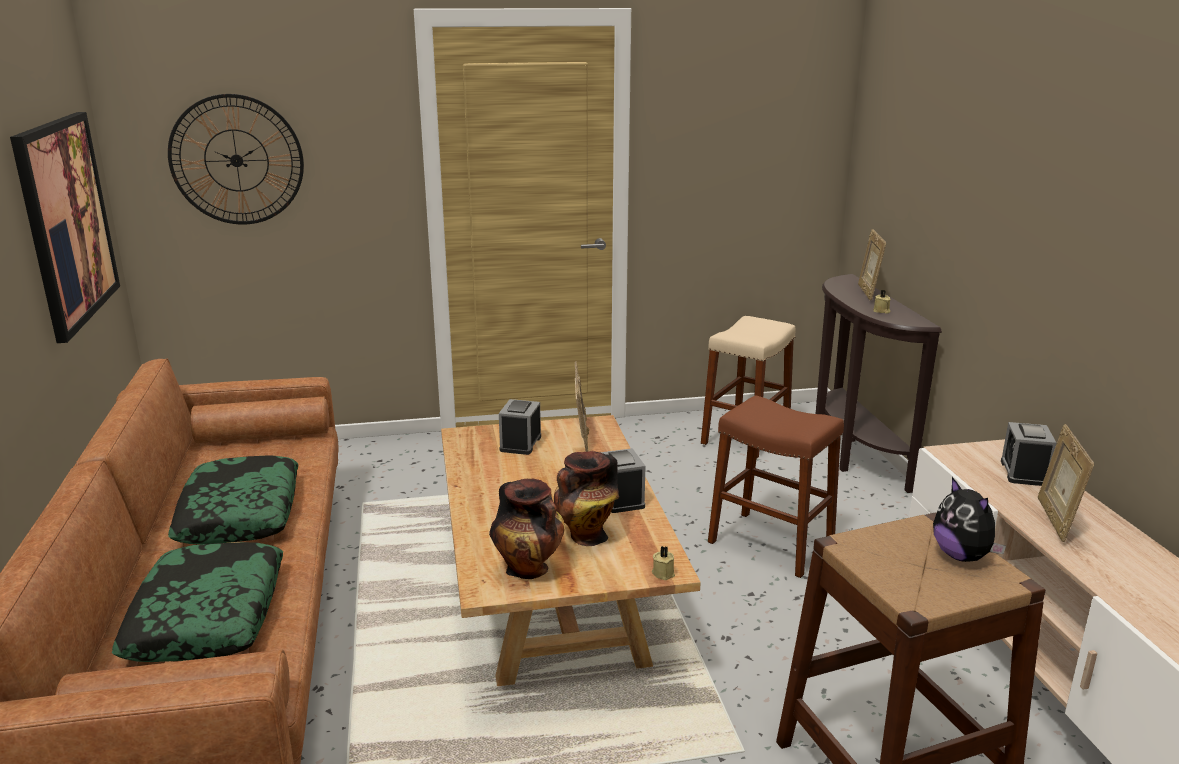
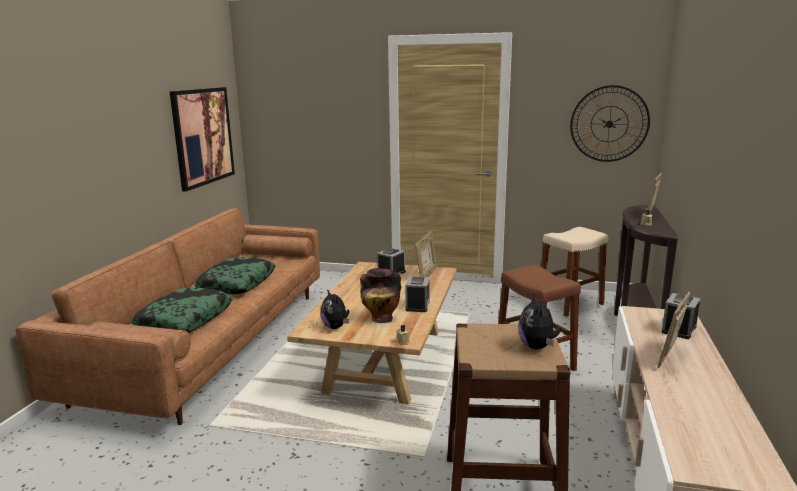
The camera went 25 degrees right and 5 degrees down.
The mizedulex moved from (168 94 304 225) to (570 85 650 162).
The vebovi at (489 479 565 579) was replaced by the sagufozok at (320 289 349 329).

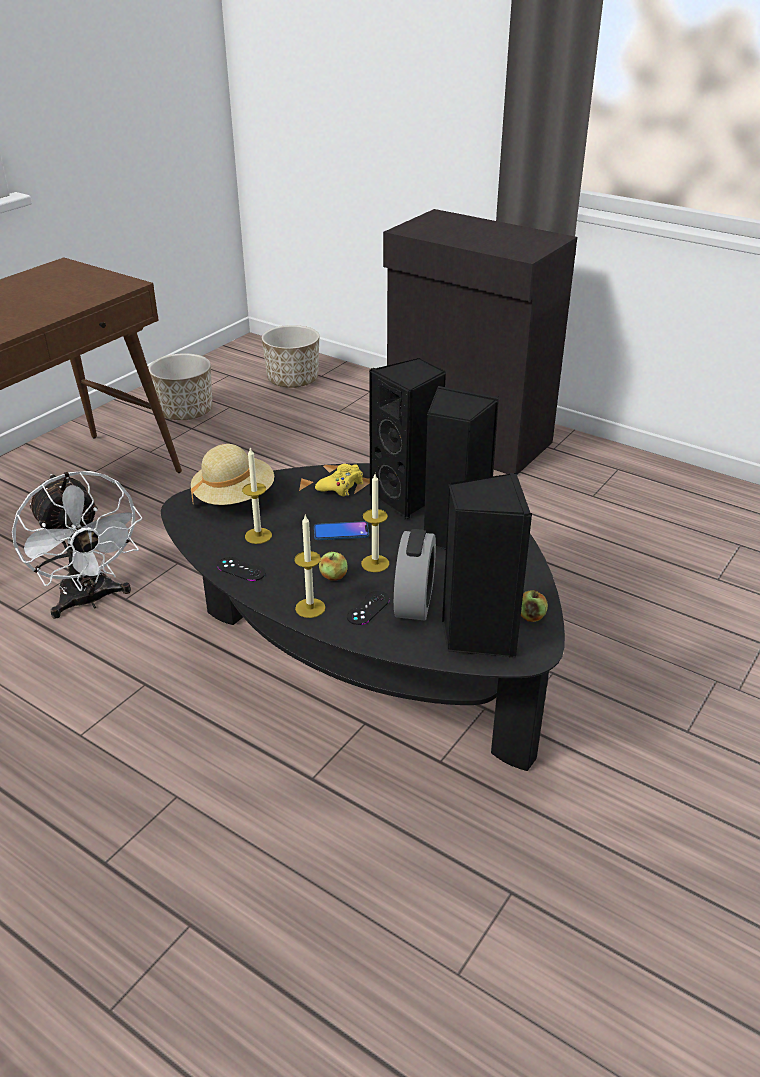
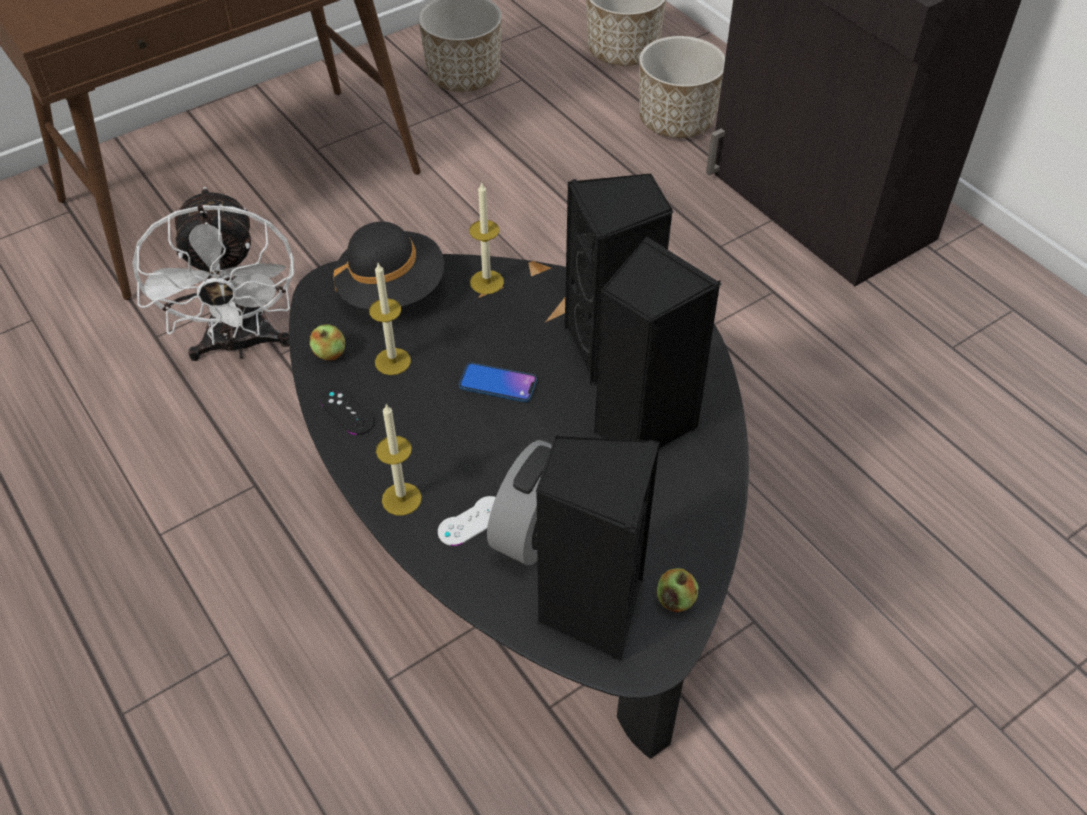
The camera went 20 degrees right and 15 degrees up.
The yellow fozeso at (315 464 363 496) disappeared.
The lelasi at (639 36 725 138) appeared.
The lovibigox moved from (319 551 348 581) to (310 324 345 360).
The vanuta moved from (361 474 390 572) to (469 183 504 294).
The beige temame at (191 444 274 505) became the black temame at (333 222 444 309).
The black fozeso at (347 591 390 625) became the white fozeso at (438 496 496 546).

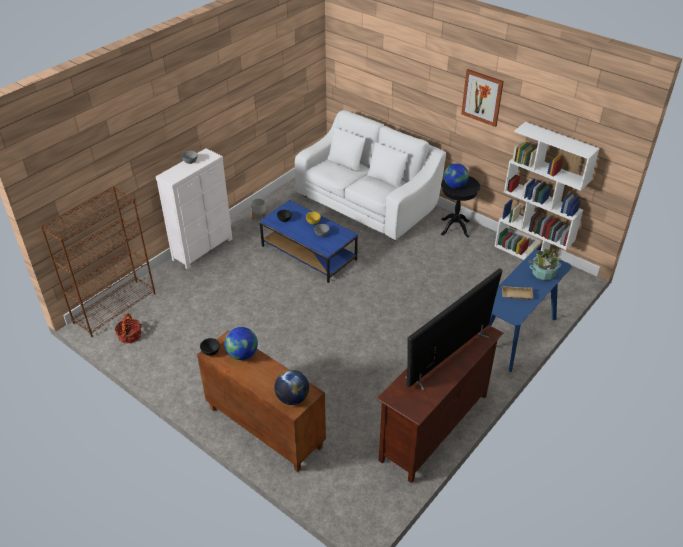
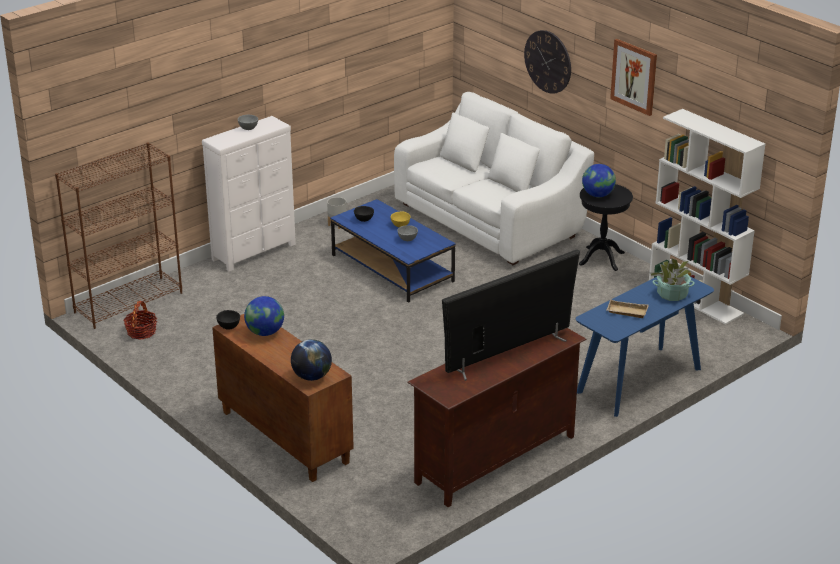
The camera went 10 degrees right and 10 degrees down.
The mizedulex at (524 30 571 94) appeared.

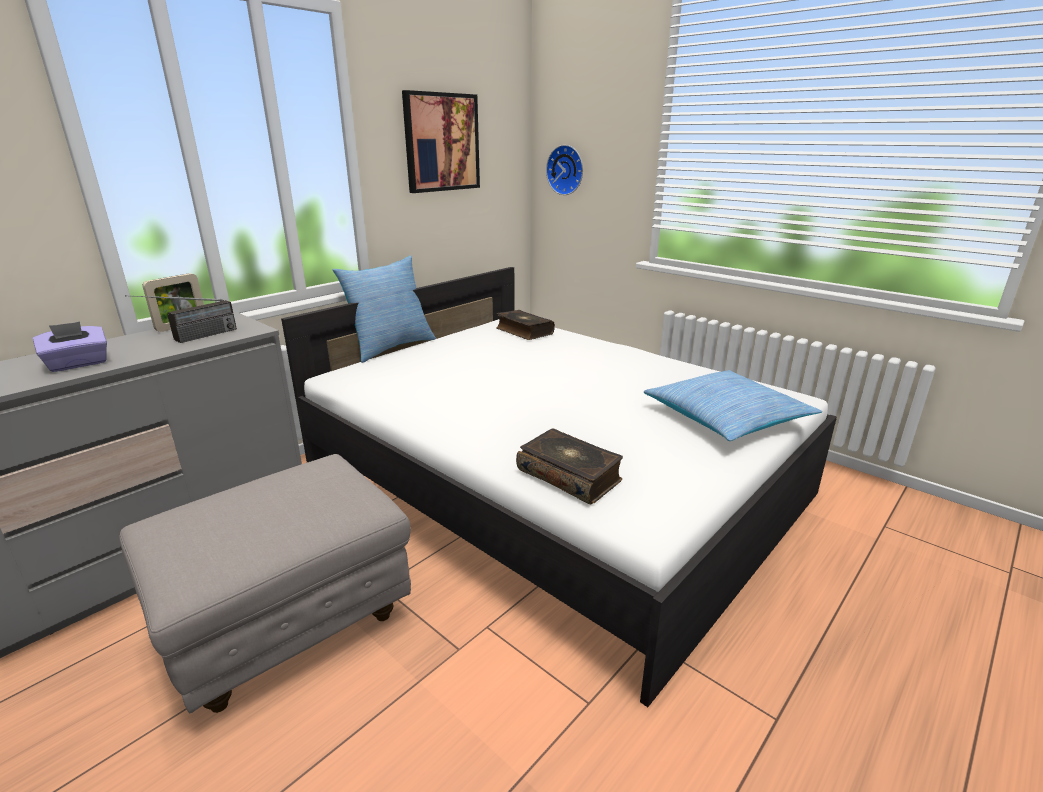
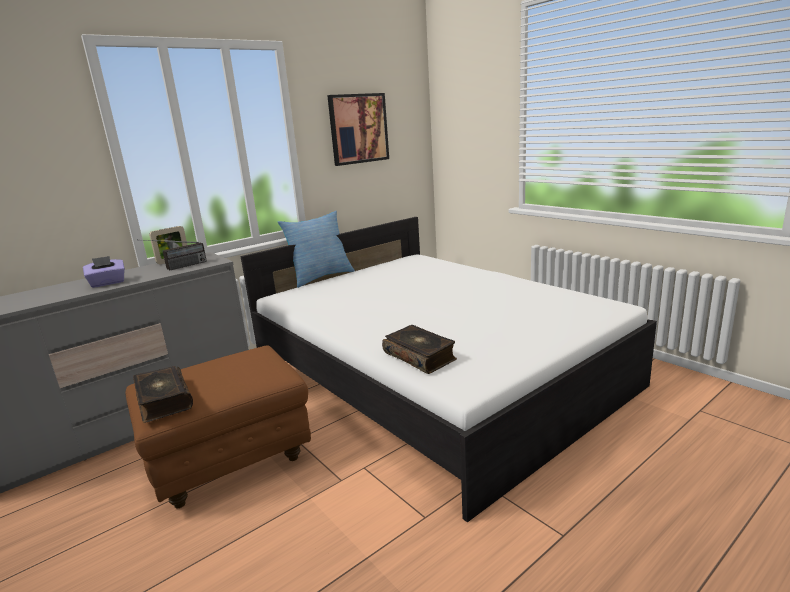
The camera went 10 degrees right and 5 degrees down.
The mizedulex at (546 145 583 195) disappeared.
The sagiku at (644 370 822 441) disappeared.
The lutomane moved from (496 310 555 340) to (133 366 193 423).
The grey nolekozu at (119 454 411 713) became the brown nolekozu at (126 345 311 508).

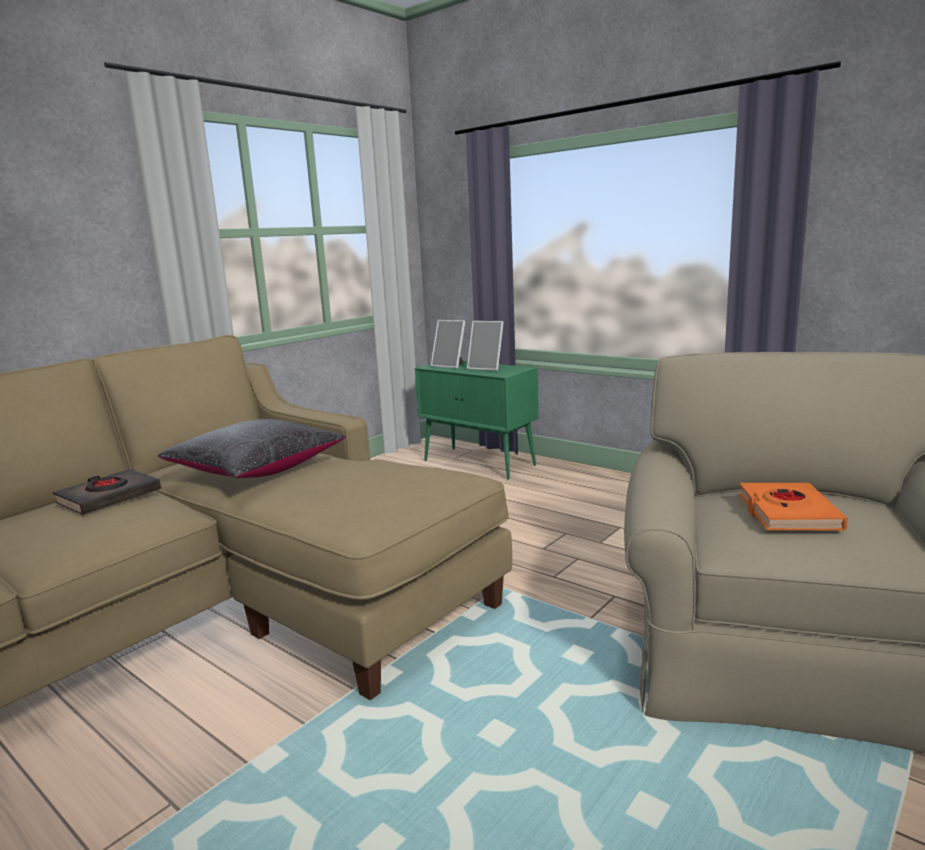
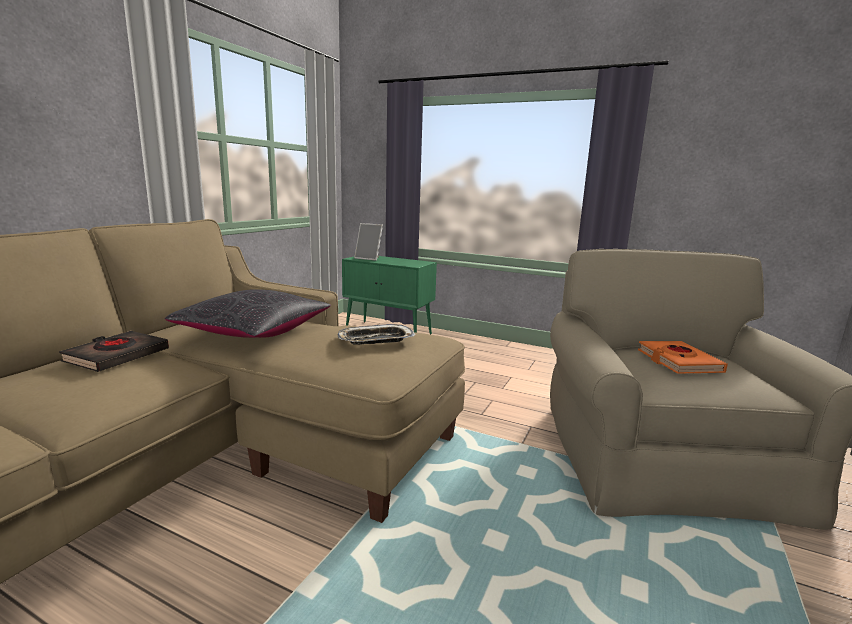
The camera went 15 degrees left and 0 degrees up.
The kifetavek at (467 321 504 371) disappeared.
The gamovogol at (338 324 416 345) appeared.

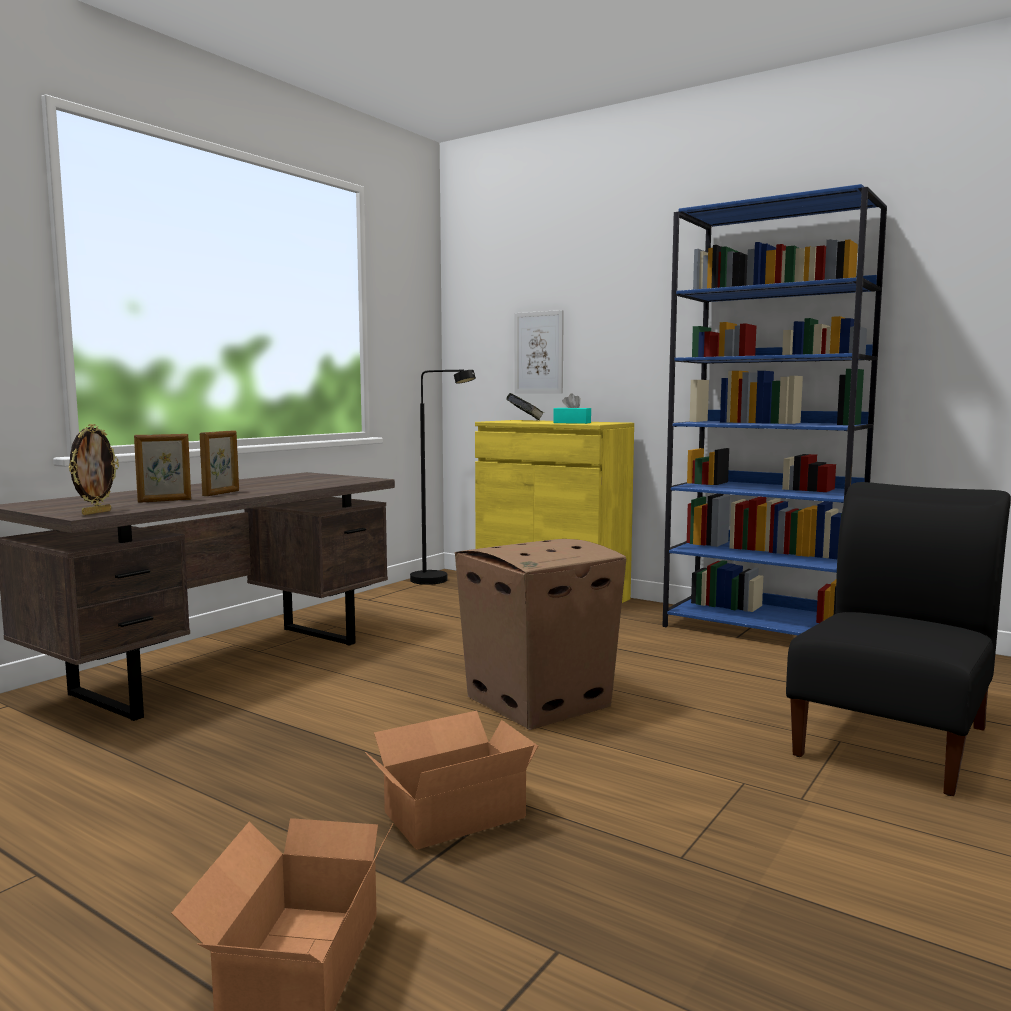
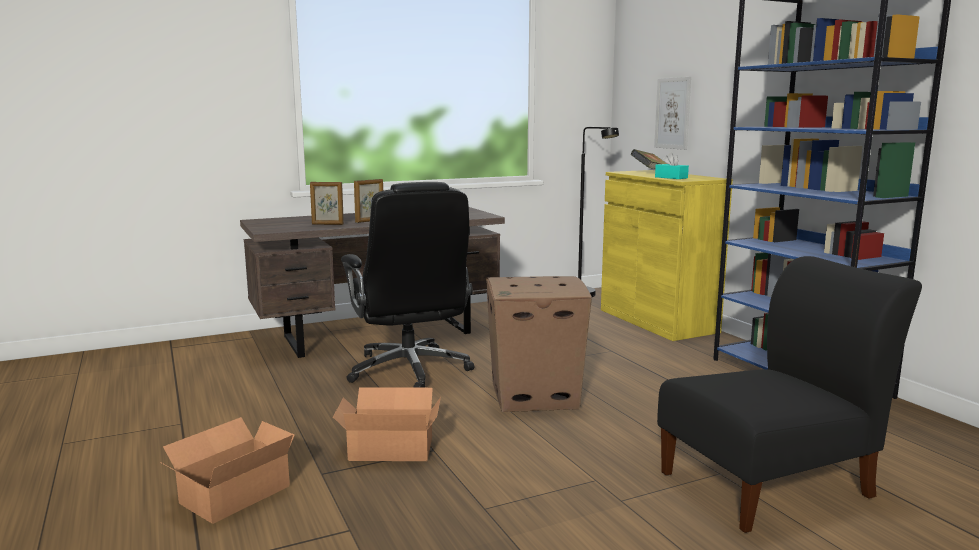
The camera went 30 degrees right and 5 degrees up.
The kifetavek at (68 424 119 515) disappeared.
The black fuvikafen at (341 182 474 388) appeared.

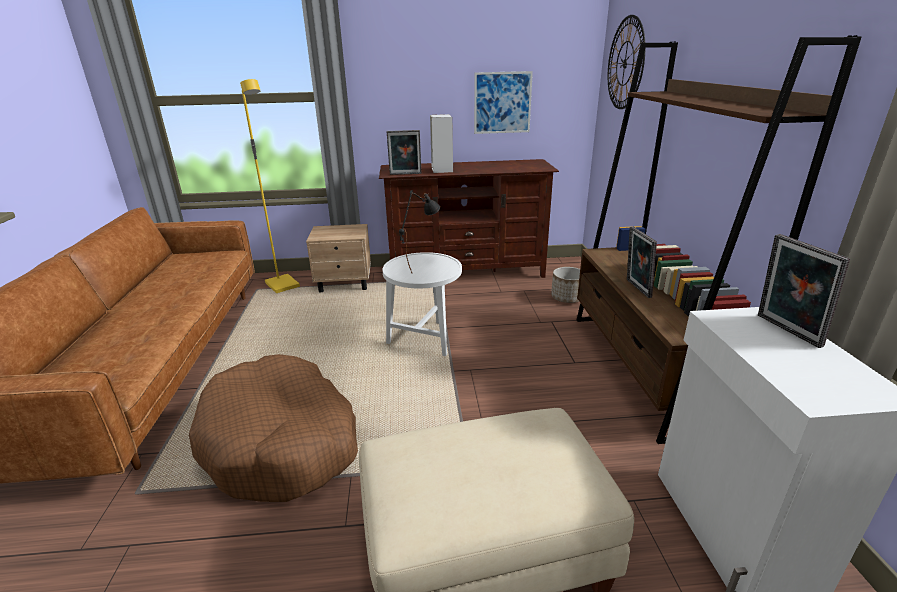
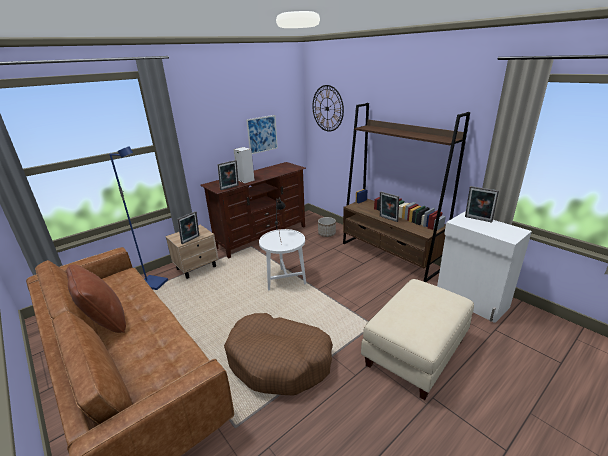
The camera went 35 degrees left and 0 degrees up.
The brown sagiku at (66 264 126 333) appeared.
The kifetavek at (177 211 199 244) appeared.
The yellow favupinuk at (240 79 300 293) became the blue favupinuk at (109 146 168 290).

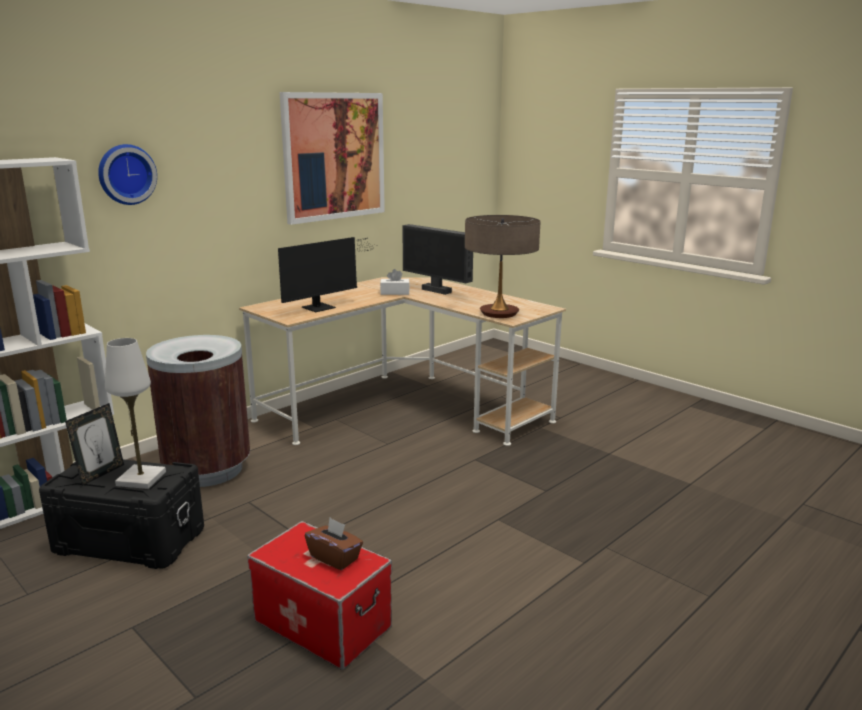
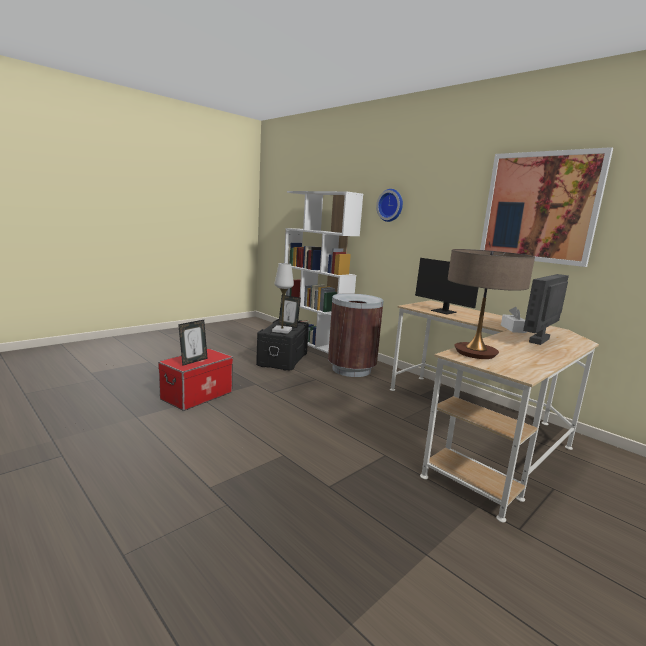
The camera went 90 degrees right and 5 degrees down.
The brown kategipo at (305 518 363 570) was replaced by the kifetavek at (178 320 208 366).

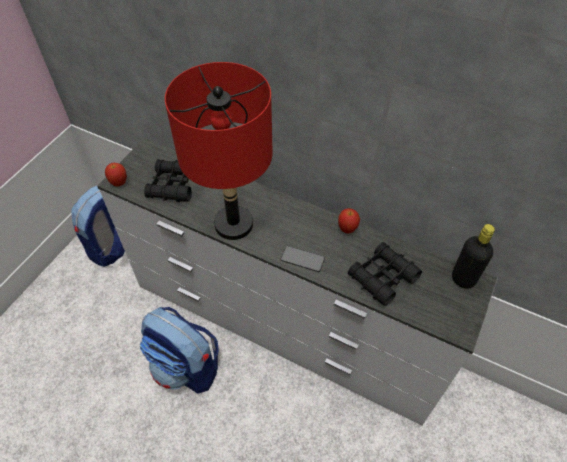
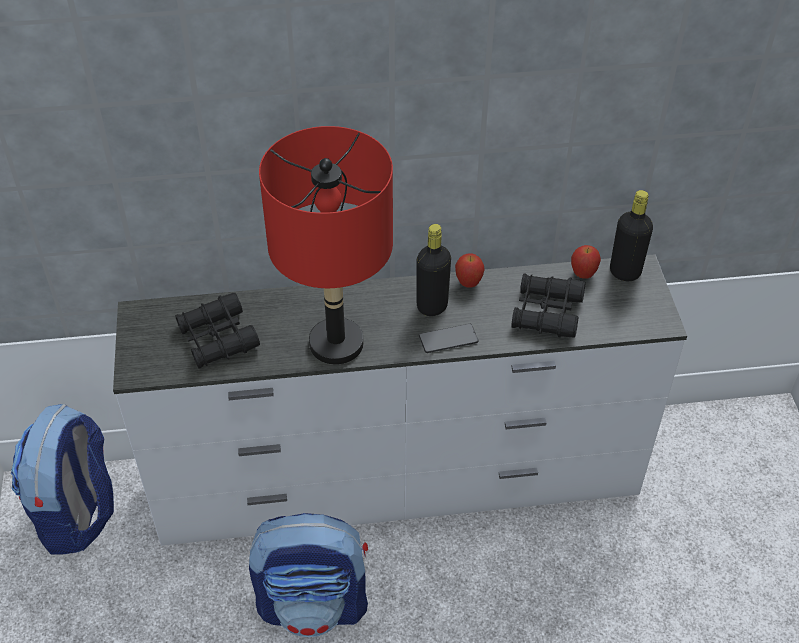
The camera went 35 degrees left and 5 degrees down.
The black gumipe at (417 224 451 316) appeared.
The lovibigox moved from (105 163 127 187) to (571 245 601 279).

